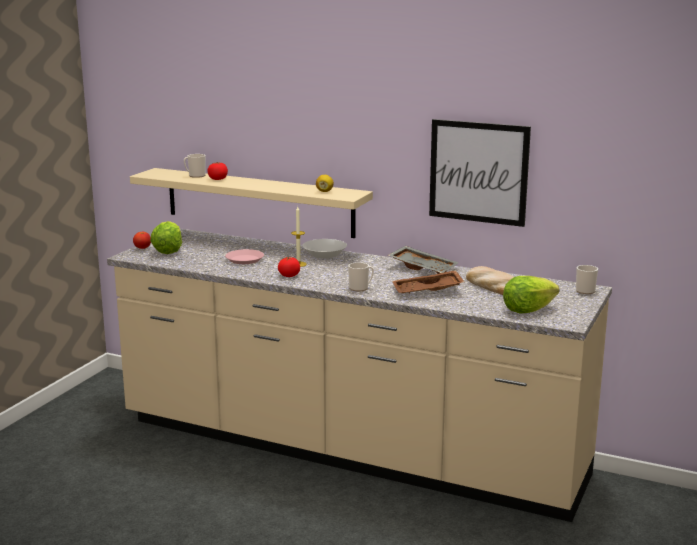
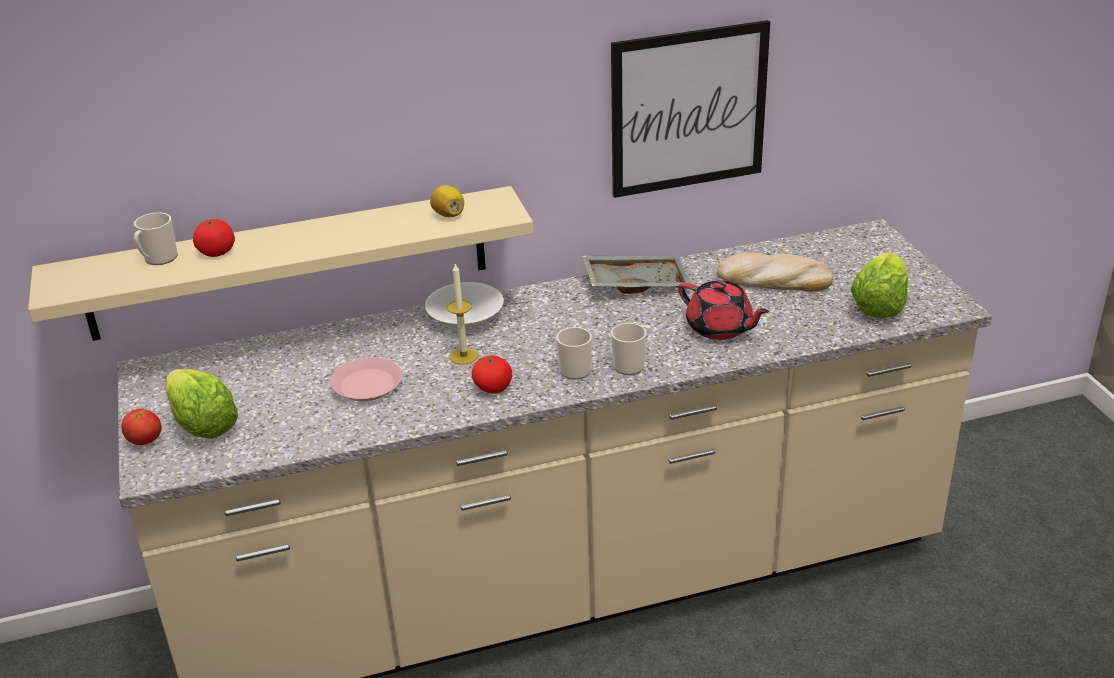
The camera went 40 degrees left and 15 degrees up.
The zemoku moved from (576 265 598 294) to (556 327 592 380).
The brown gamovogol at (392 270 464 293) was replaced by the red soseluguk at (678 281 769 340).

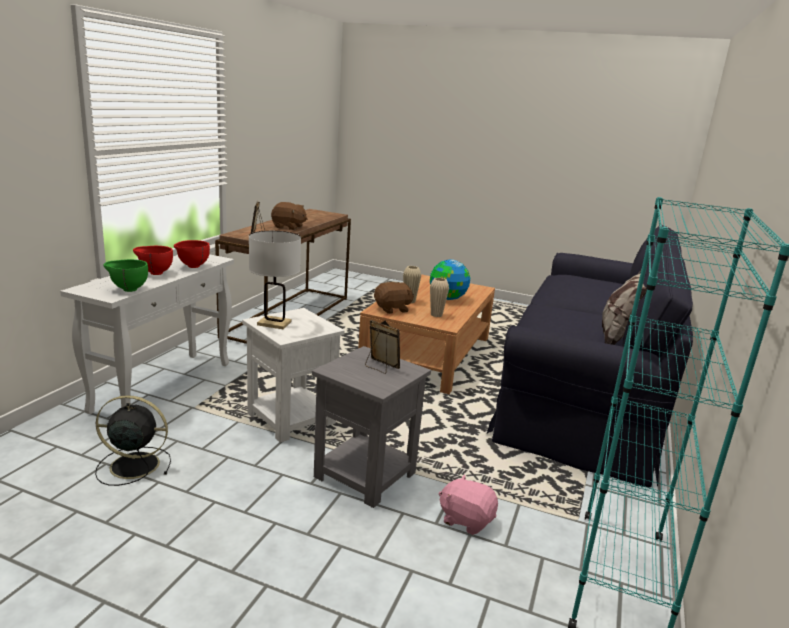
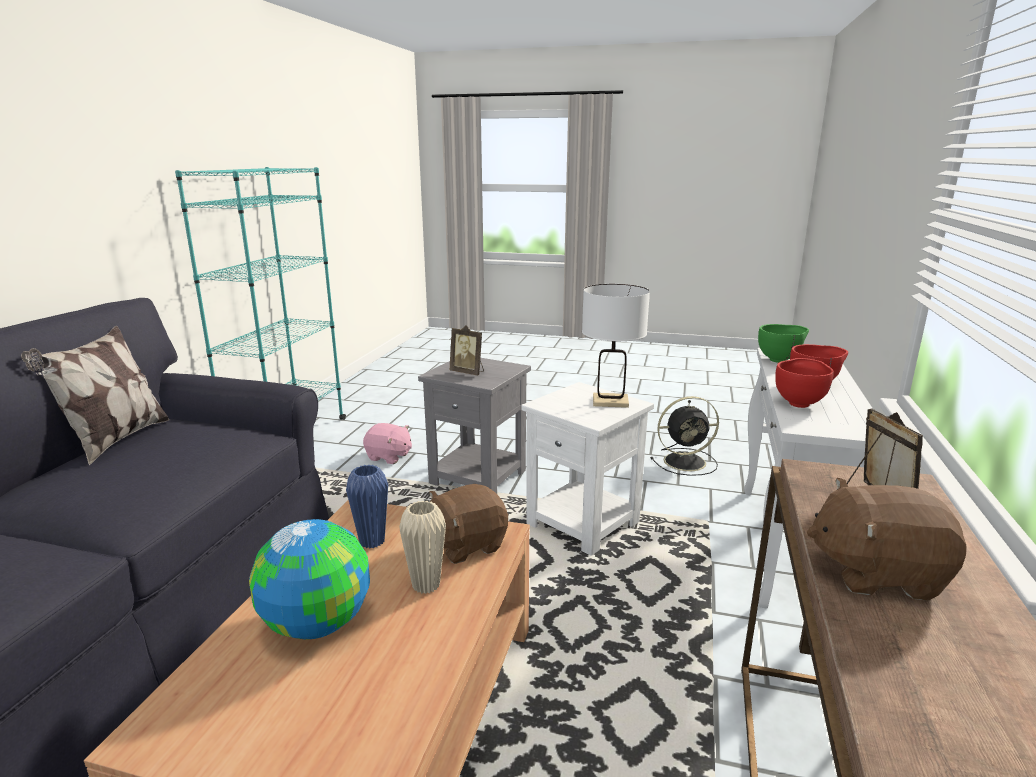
The camera went 175 degrees right and 0 degrees up.
The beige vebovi at (430 278 449 317) became the blue vebovi at (346 465 388 549).

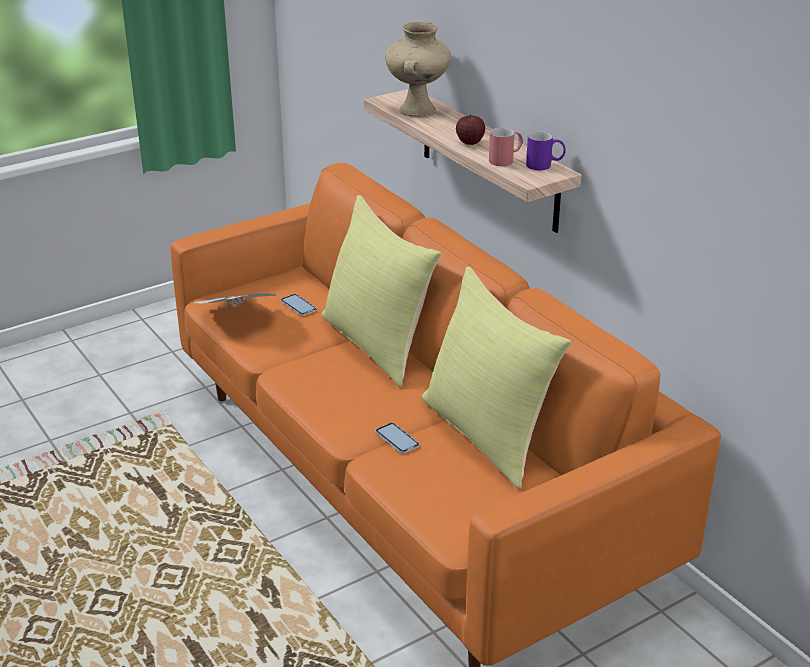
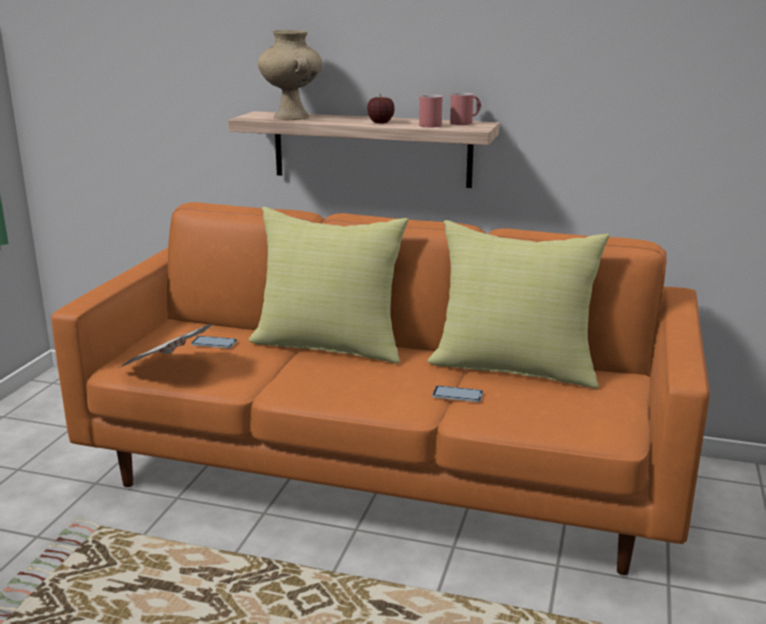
The camera went 40 degrees left and 10 degrees down.
The purple zemoku at (526 132 566 170) became the red zemoku at (450 93 481 125).

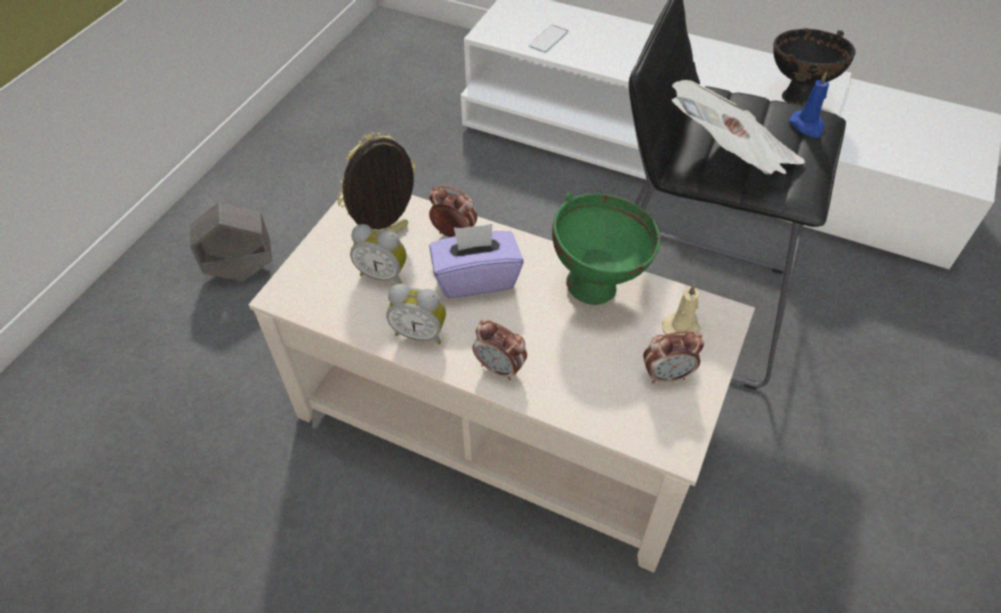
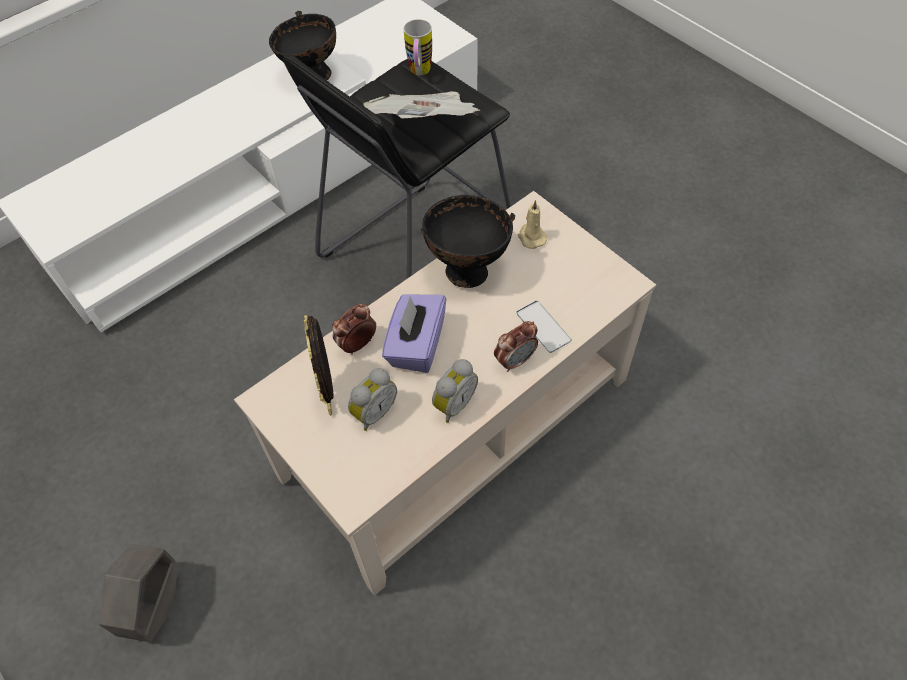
The camera went 65 degrees left and 5 degrees up.
The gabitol at (643 331 704 383) disappeared.
The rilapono moved from (529 25 568 52) to (516 301 571 353).
The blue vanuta at (789 71 829 138) was replaced by the zemoku at (404 19 432 75).
The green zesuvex at (552 193 660 305) became the black zesuvex at (420 195 515 288).

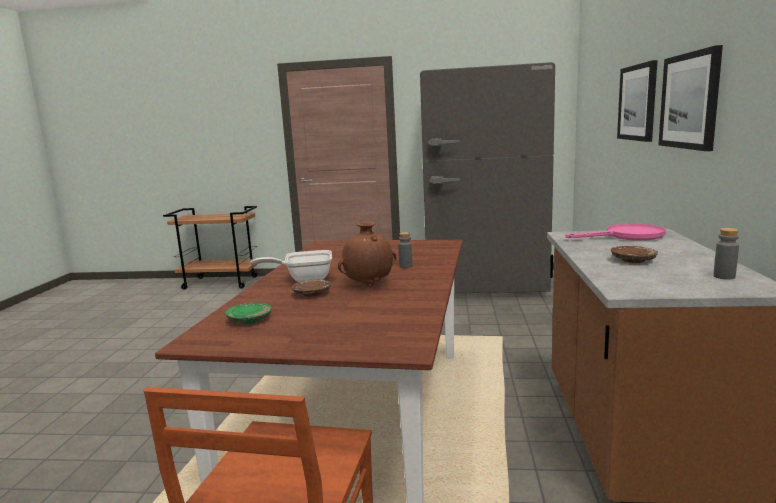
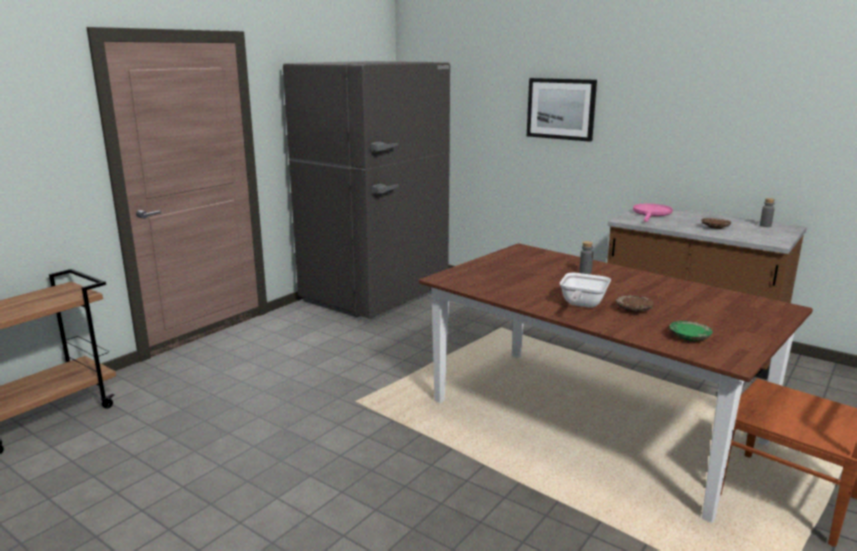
The camera went 60 degrees left and 5 degrees up.
The brown vebovi at (338 222 397 285) disappeared.
The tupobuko at (658 45 723 151) disappeared.

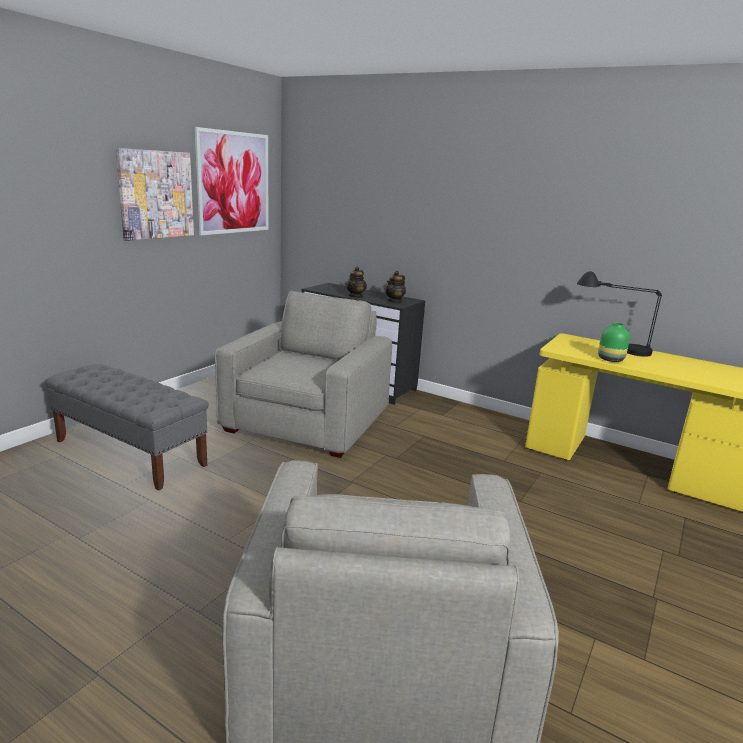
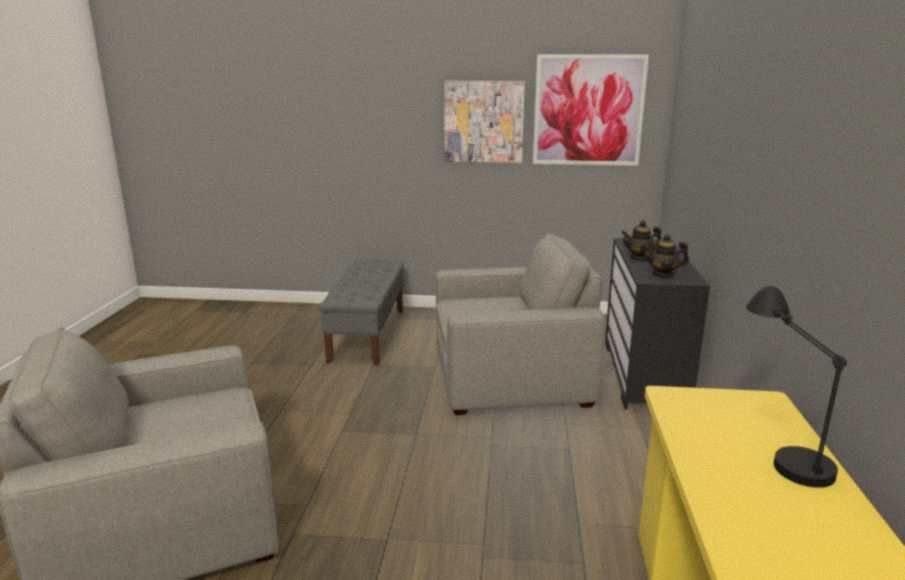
The camera went 65 degrees right and 0 degrees up.
The green vebovi at (598 322 630 362) disappeared.

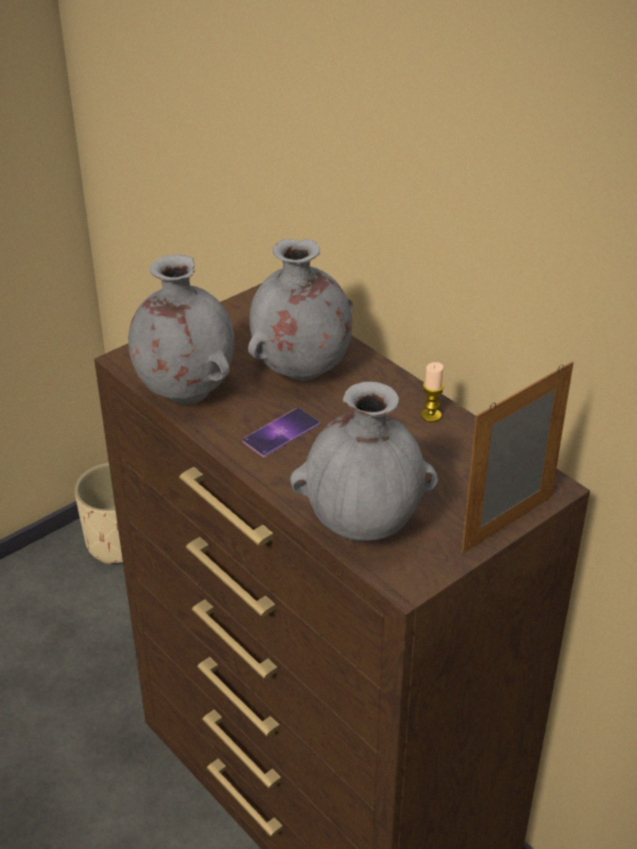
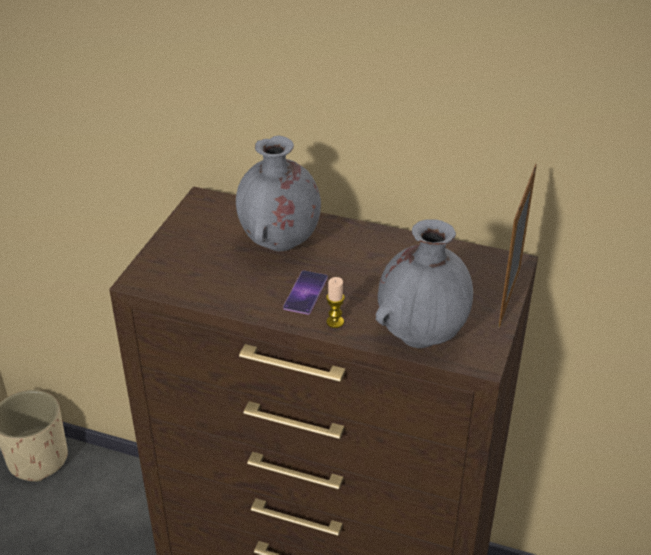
The camera went 30 degrees left and 0 degrees up.
The grey vebovi at (128 254 234 404) disappeared.
The vanuta moved from (421 362 444 422) to (326 277 345 328).

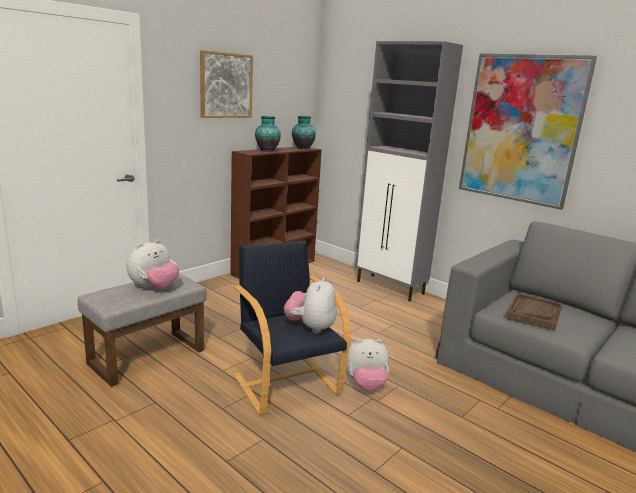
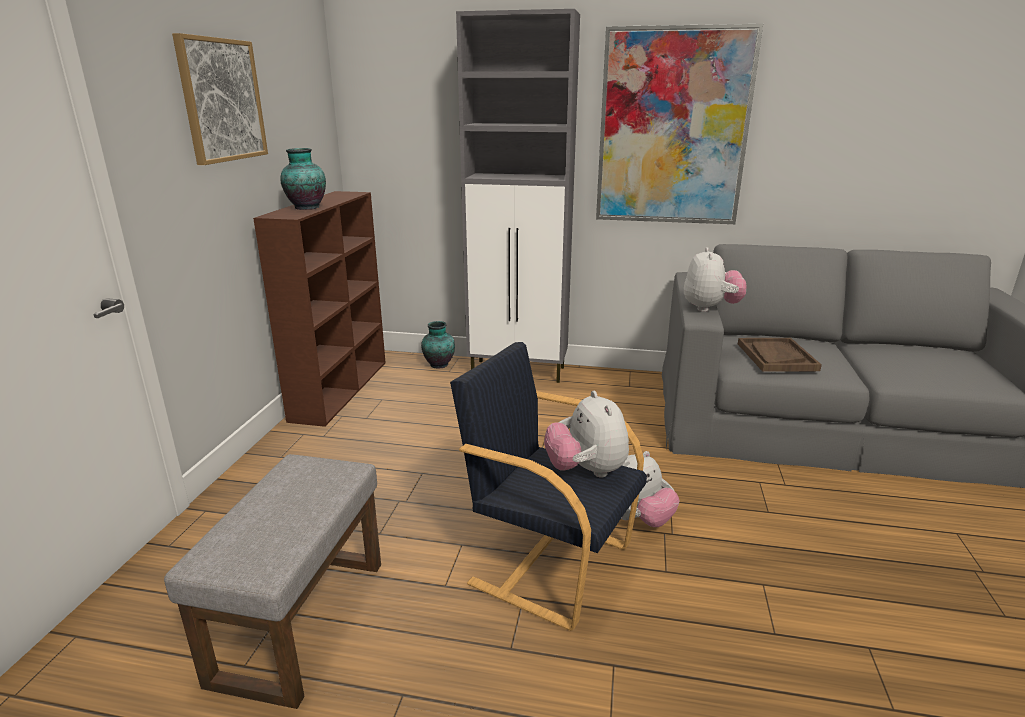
The camera went 30 degrees left and 5 degrees up.
The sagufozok moved from (126 239 179 289) to (684 247 746 312).
The vebovi moved from (292 116 316 149) to (421 321 455 368).

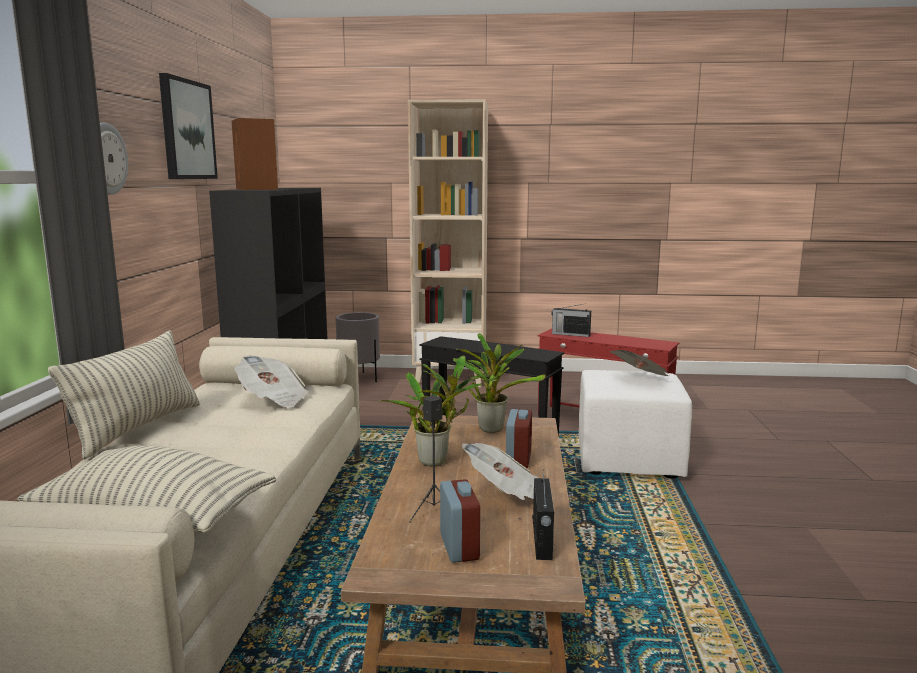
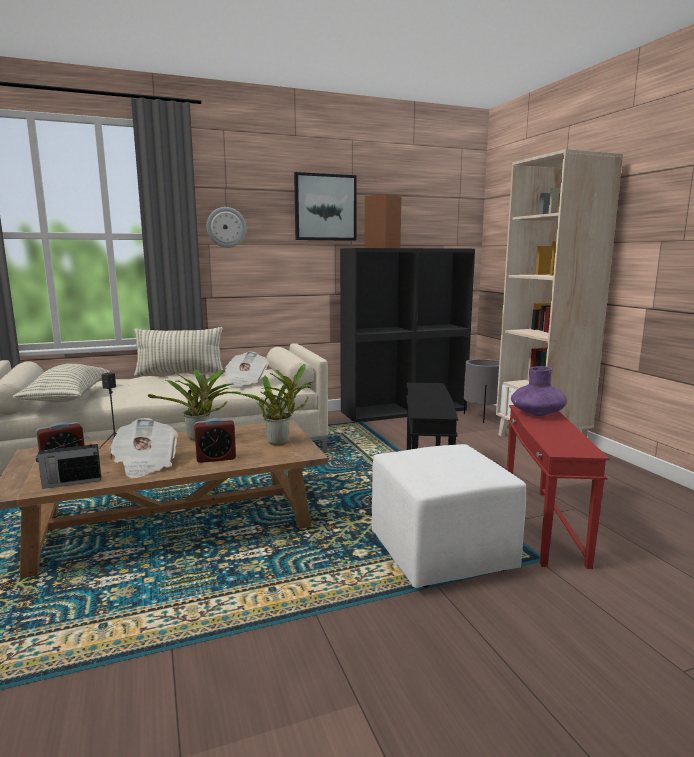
The camera went 65 degrees right and 0 degrees up.
The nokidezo at (609 350 669 376) disappeared.
The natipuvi at (551 304 591 337) was replaced by the purple vebovi at (511 366 567 416).

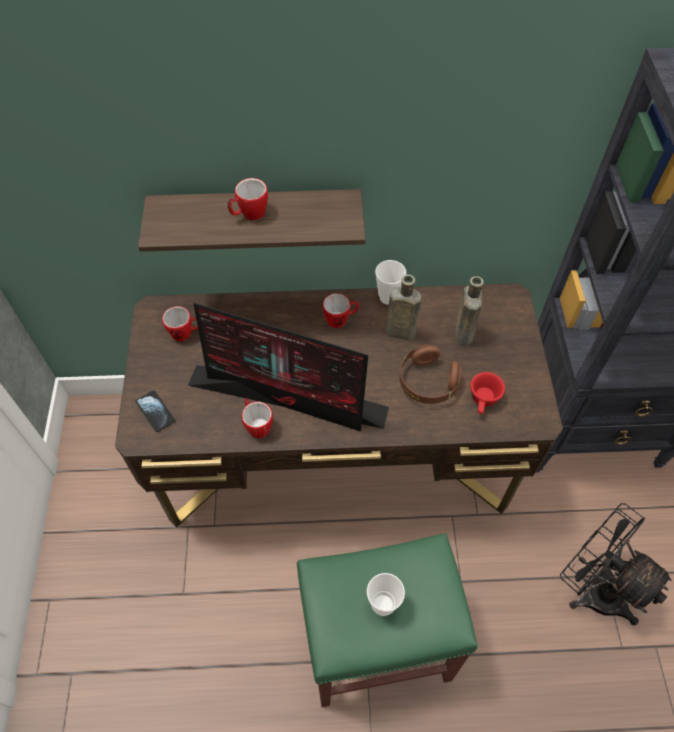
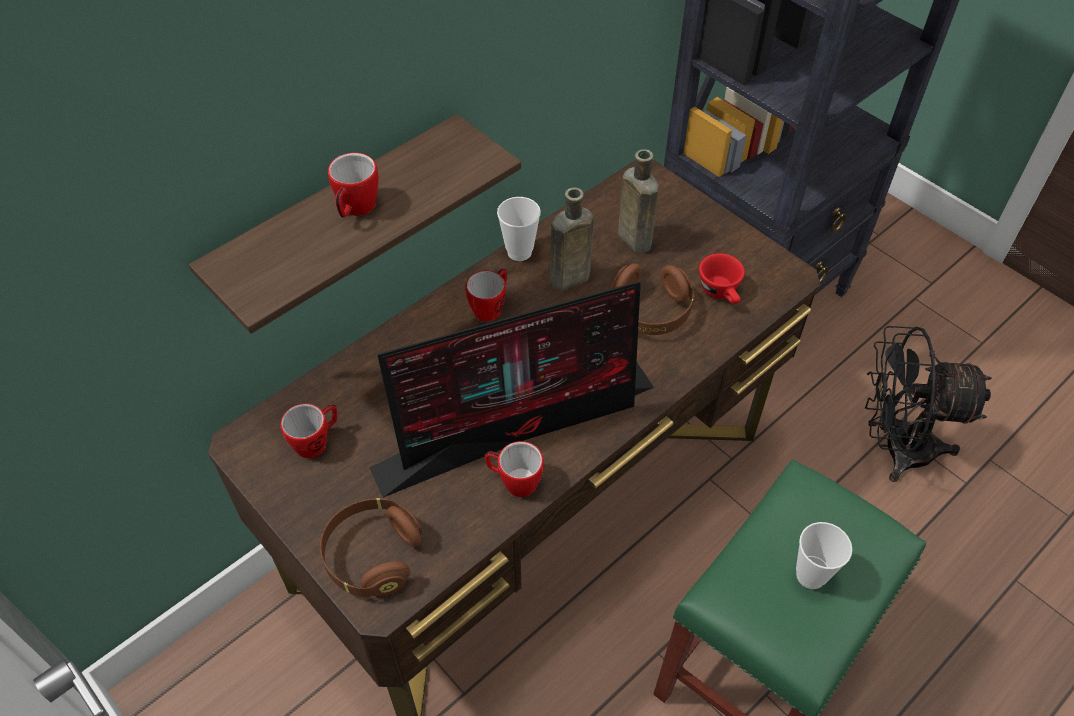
The camera went 40 degrees left and 5 degrees down.
The rilapono at (135 390 175 432) was replaced by the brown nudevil at (320 498 422 597).

